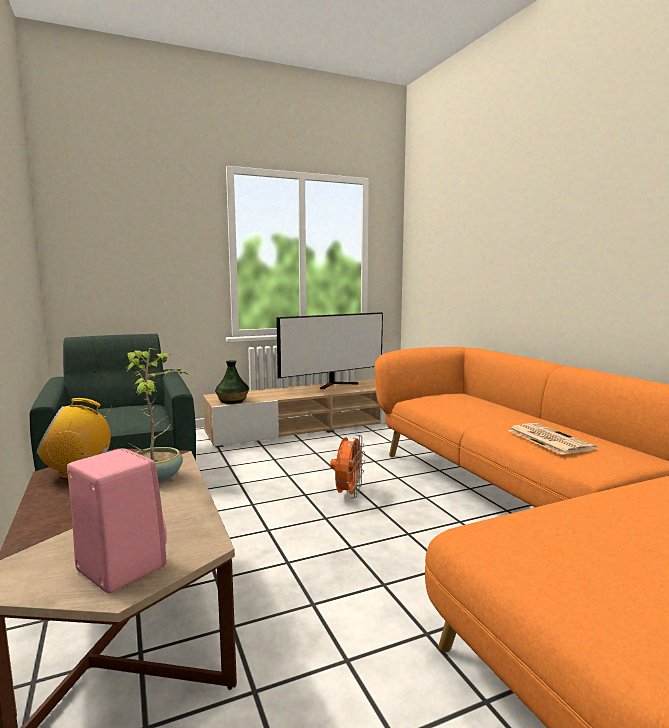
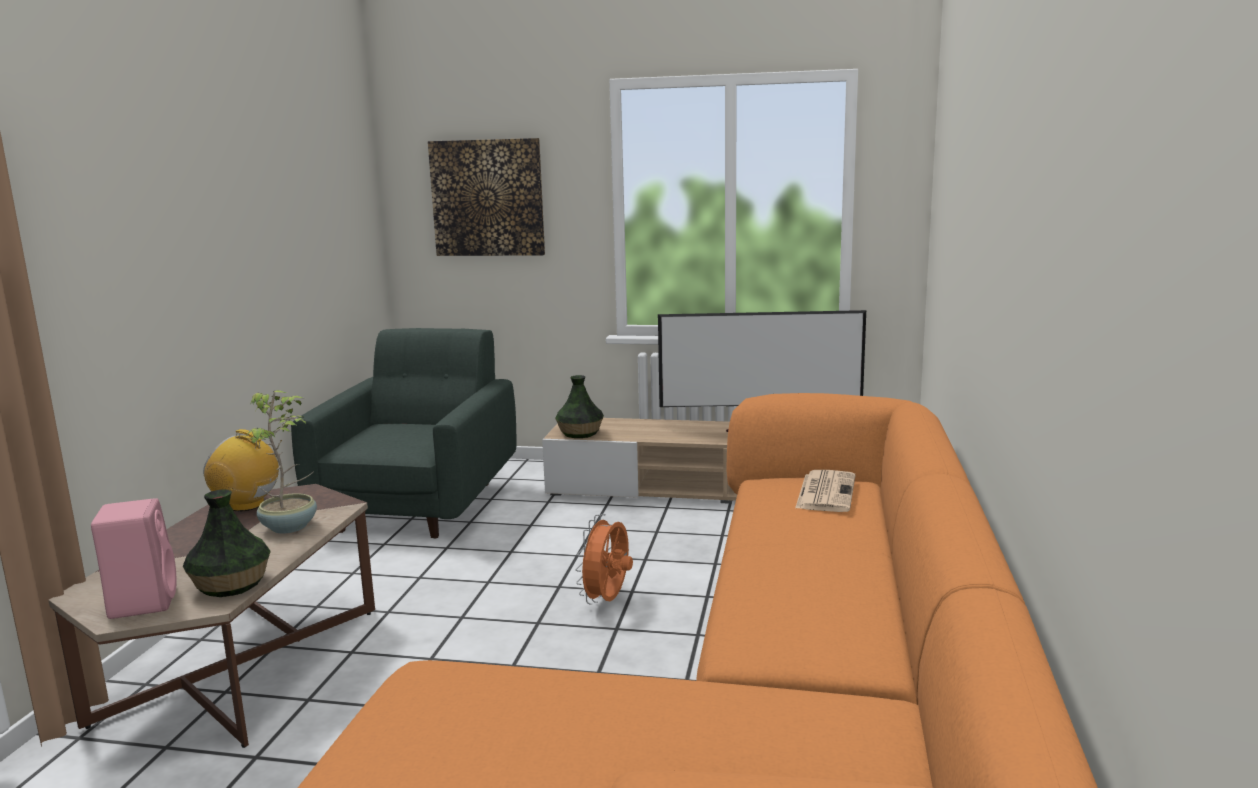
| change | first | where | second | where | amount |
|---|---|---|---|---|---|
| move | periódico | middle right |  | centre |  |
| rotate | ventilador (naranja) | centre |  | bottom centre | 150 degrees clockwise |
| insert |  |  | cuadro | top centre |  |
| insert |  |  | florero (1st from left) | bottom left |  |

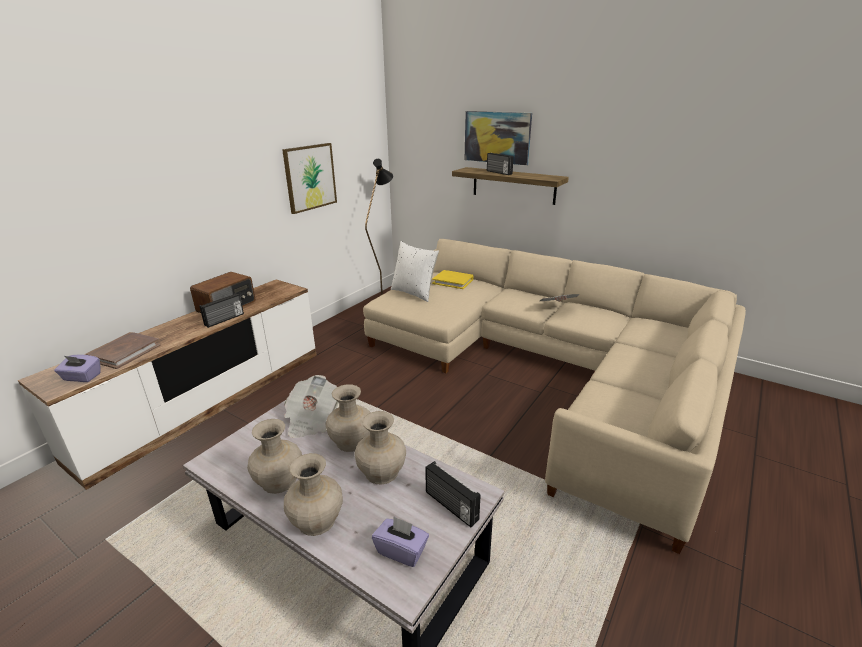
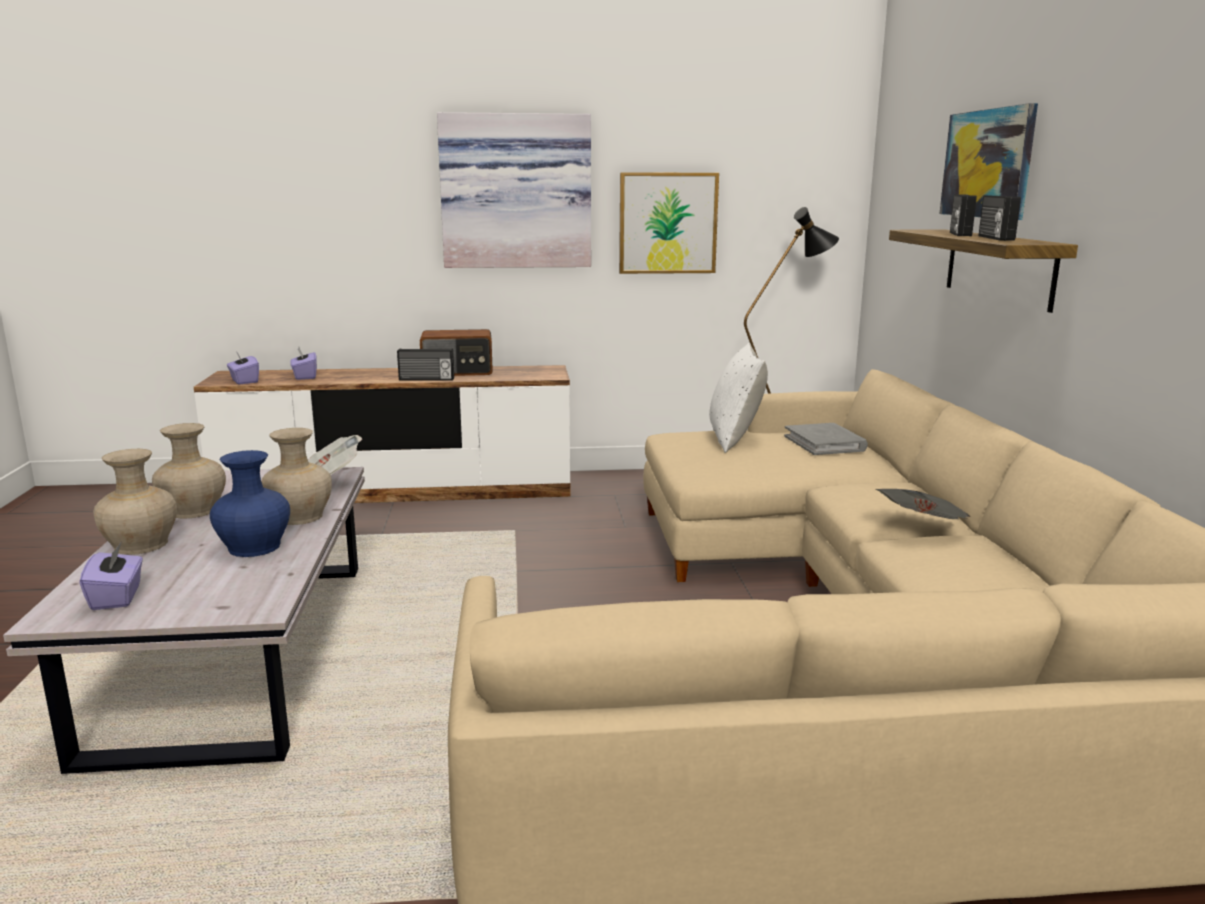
| change | first | where | second | where | amount |
|---|---|---|---|---|---|
| recolor | libro (amarillo) | centre | libro (gris) | middle right |  |
| replace | libro (marrón) | middle left | caja de pañuelos (morado) (3rd from left) | middle left |  |
| recolor | florero (beis) (4th from left) | bottom centre | florero (azul) | middle left |  |
| move | radio (3rd from left in the first image) | bottom centre | radio (4th from left) | top right |  |
| insert |  |  | cuadro (1st from left) | top centre |  |

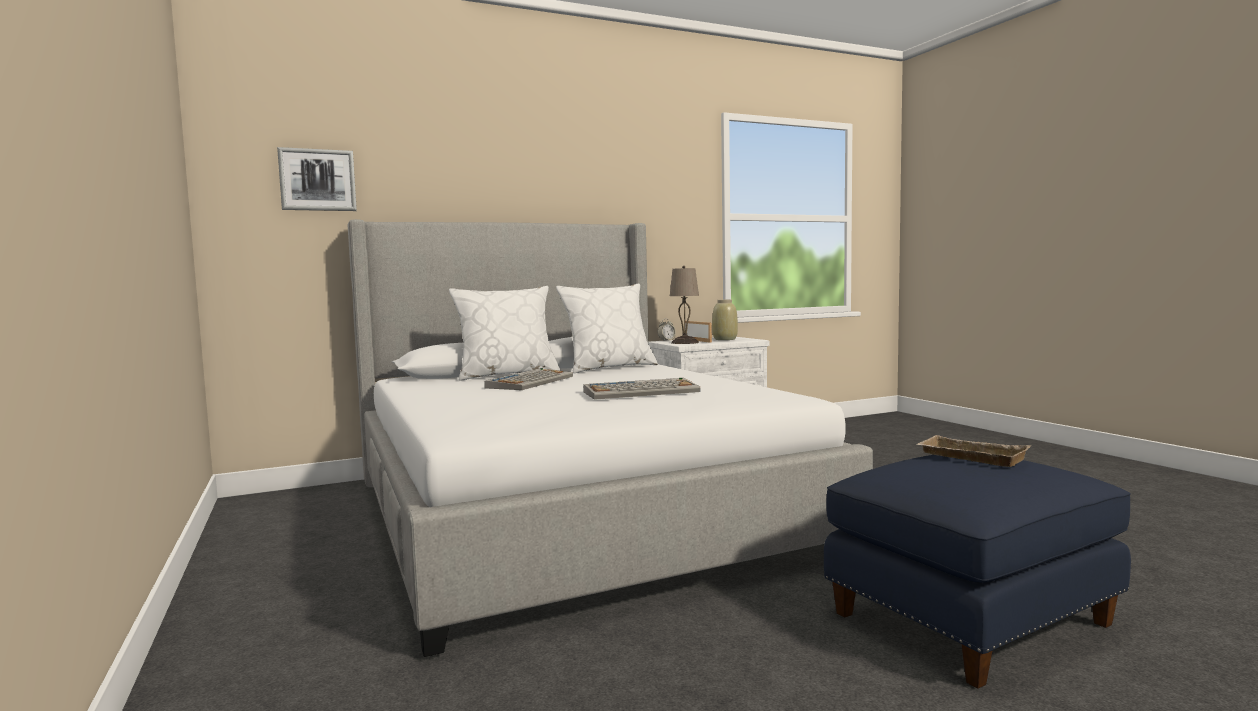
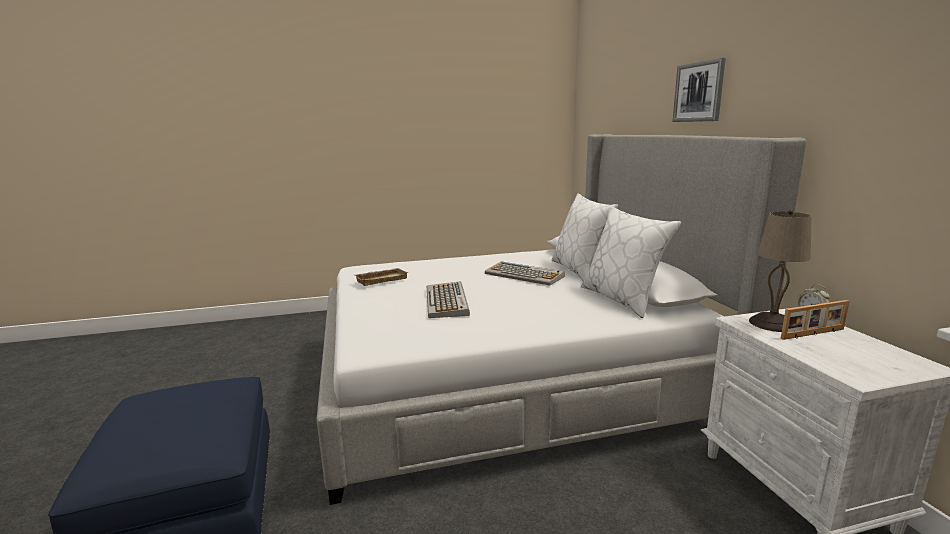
| change | first | where | second | where | amount |
|---|---|---|---|---|---|
| move | cuadro | top left |  | top right |  |
| delete | florero (beis) | centre |  |  |  |
| move | bandeja (beis) | middle right |  | centre |  |

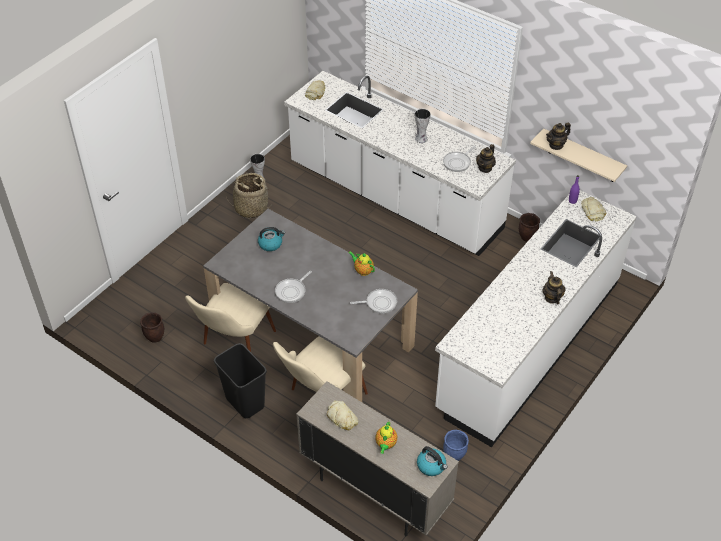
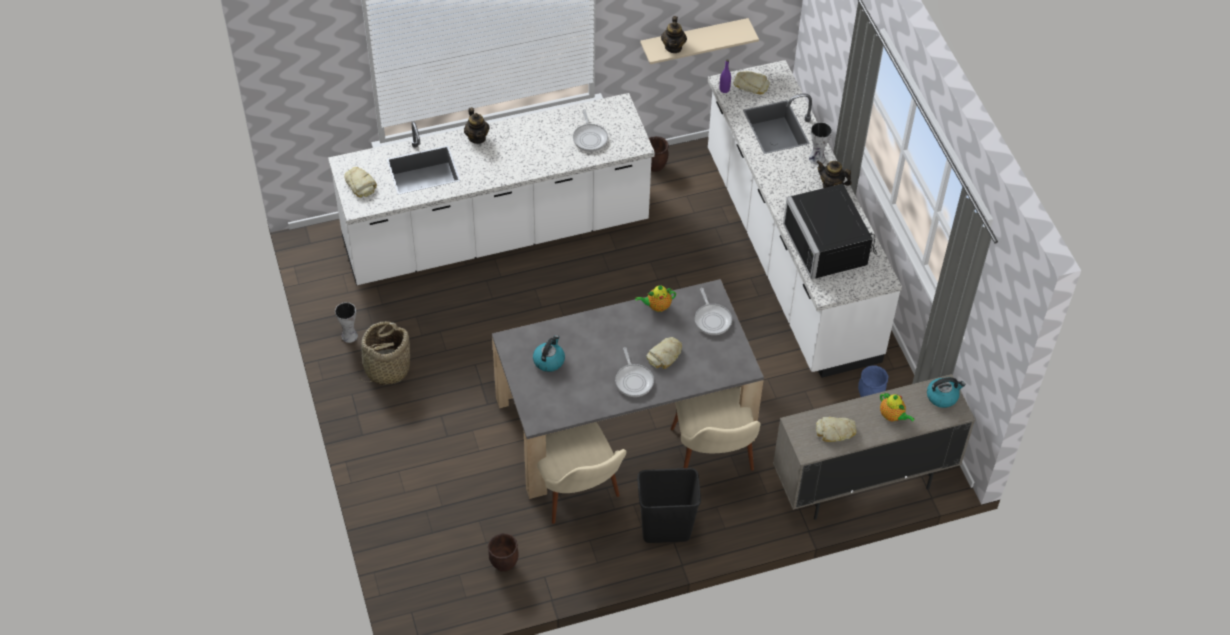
| change | first | where | second | where | amount |
|---|---|---|---|---|---|
| move | florero (2nd from left) | top centre |  | top right |  |
| move | tetera (3rd from left in the first image) | top right | tetera (1st from left) | top centre |  |
| rotate | sartén (2nd from left in the first image) | centre | sartén (3rd from left) | centre | 135 degrees clockwise |
| insert |  |  | microondas (negro) | middle right |  |
| insert |  |  | pan (2nd from left) | centre |  |

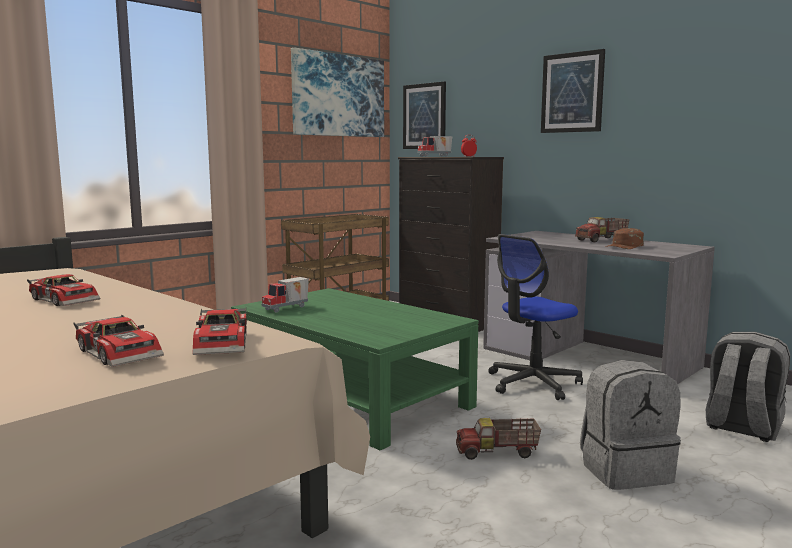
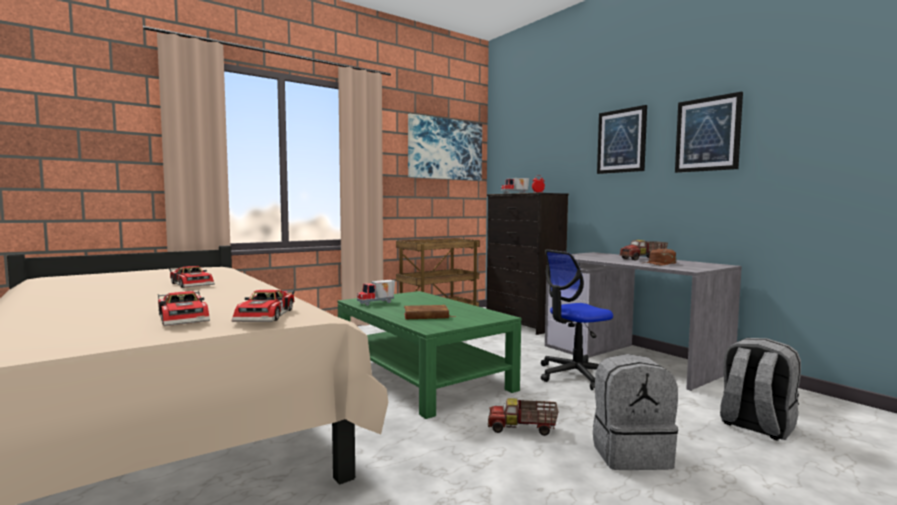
| change | first | where | second | where | amount |
|---|---|---|---|---|---|
| move | cuadro (2nd from left in the first image) | top centre | cuadro (3rd from left) | top right |  |
| insert |  |  | libro (marrón) | centre |  |

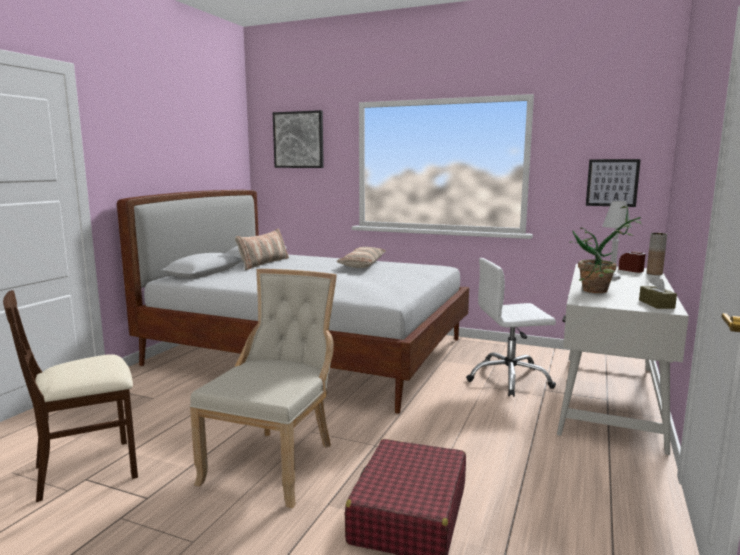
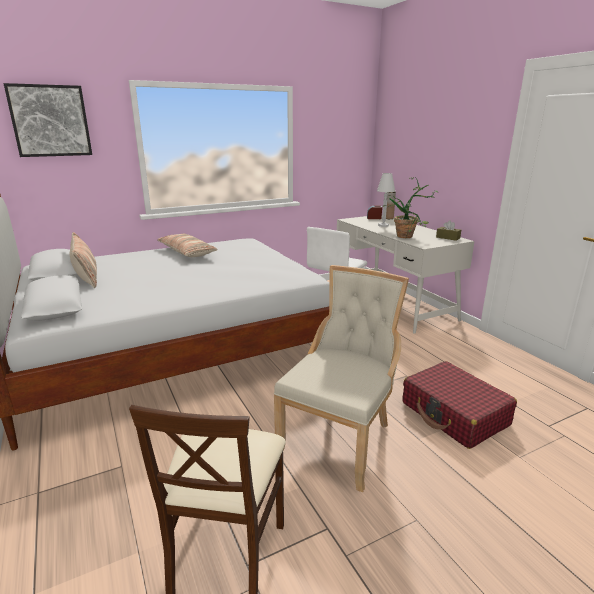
| change | first | where | second | where | amount |
|---|---|---|---|---|---|
| delete | cuadro (2nd from left) | top right |  |  |  |
| rotate | silla (beis) (2nd from left) | bottom centre |  | centre | 60 degrees clockwise |

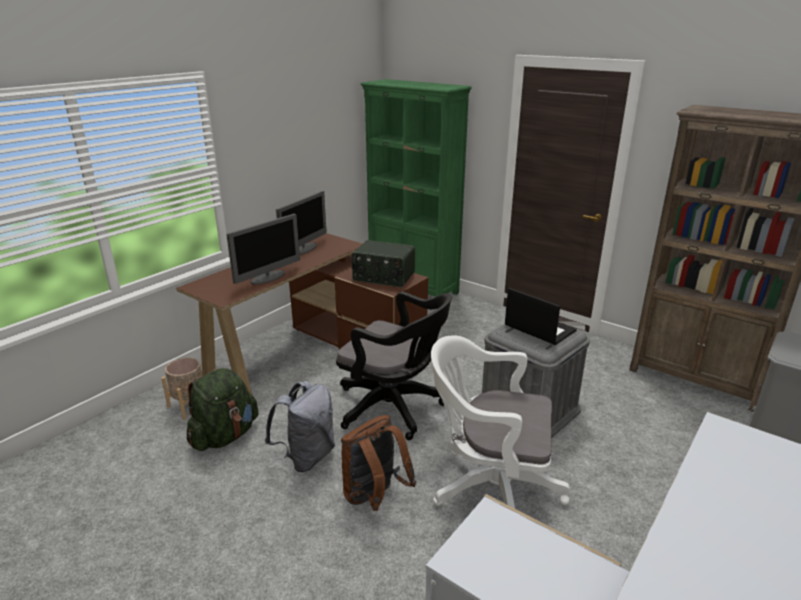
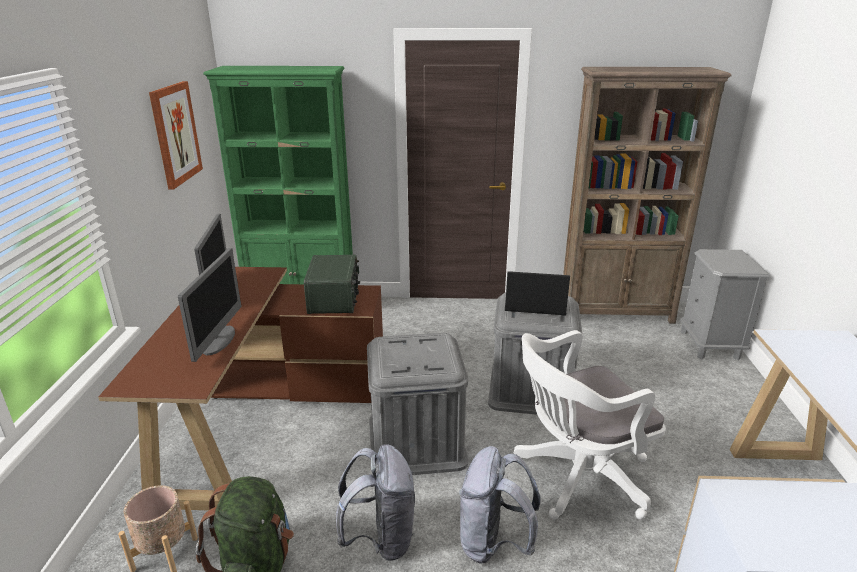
| change | first | where | second | where | amount |
|---|---|---|---|---|---|
| rotate | radio | centre |  | centre | 75 degrees counterclockwise |
| replace | silla de oficina (negro) | centre | caja de almacenaje (gris) (1st from left) | bottom centre |  |
| recolor | mochila (marrón) | bottom centre | mochila (gris) (2nd from left) | bottom centre |  |
| insert |  |  | cuadro | top left |  |

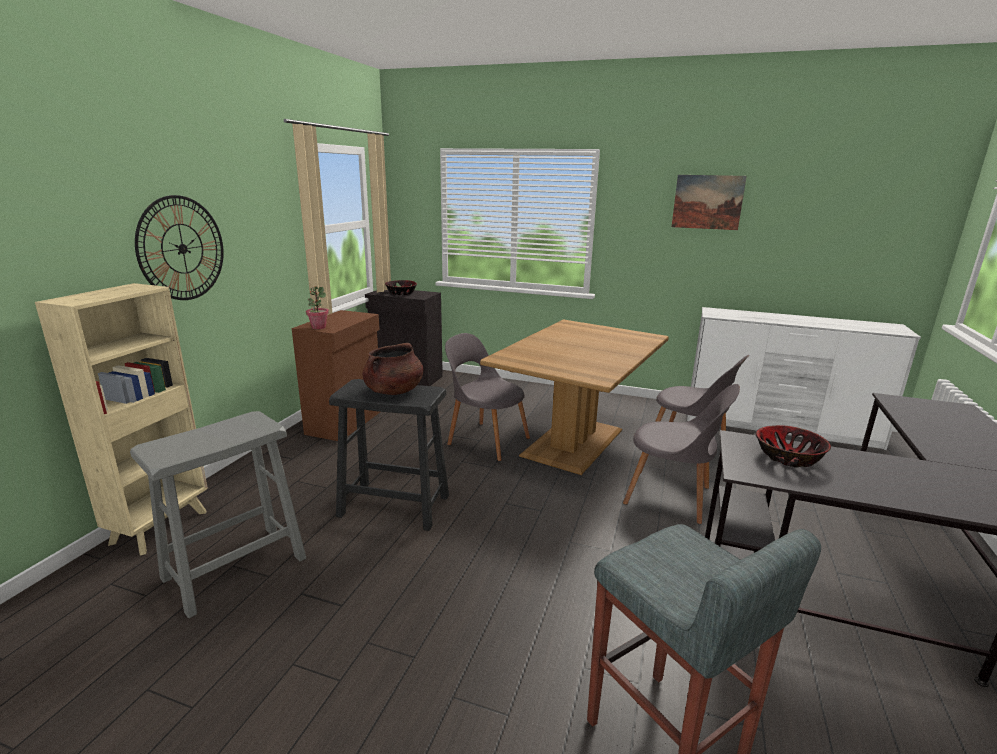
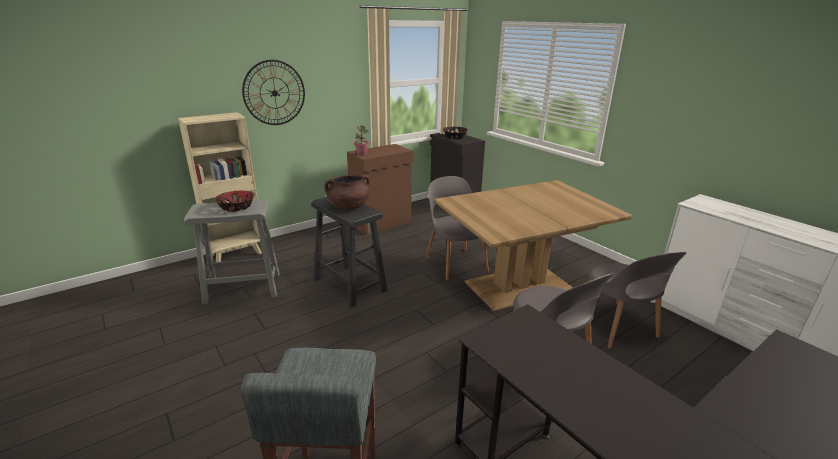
| change | first | where | second | where | amount |
|---|---|---|---|---|---|
| delete | cuadro | top right |  |  |  |
| move | cuenco (2nd from left in the first image) | middle right | cuenco (1st from left) | middle left |  |

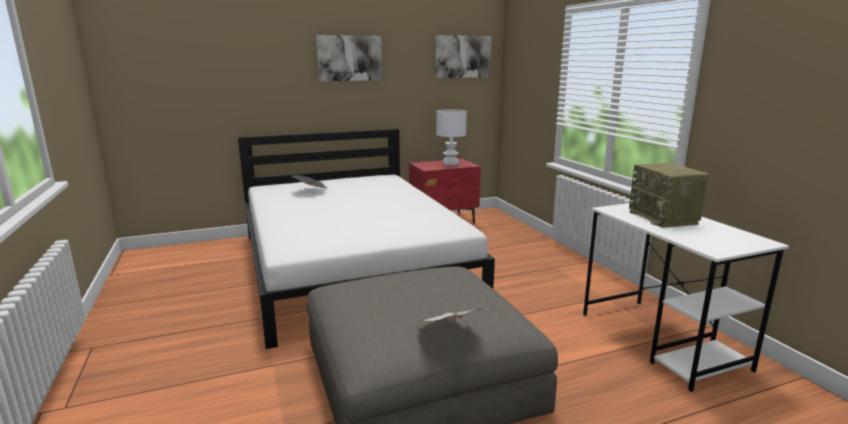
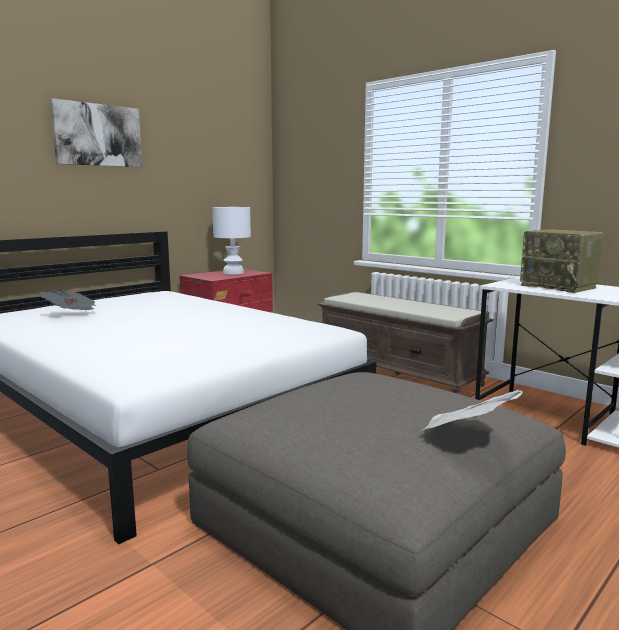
| change | first | where | second | where | amount |
|---|---|---|---|---|---|
| delete | cuadro (2nd from left) | top centre |  |  |  |
| insert |  |  | banco (marrón) | centre |  |

